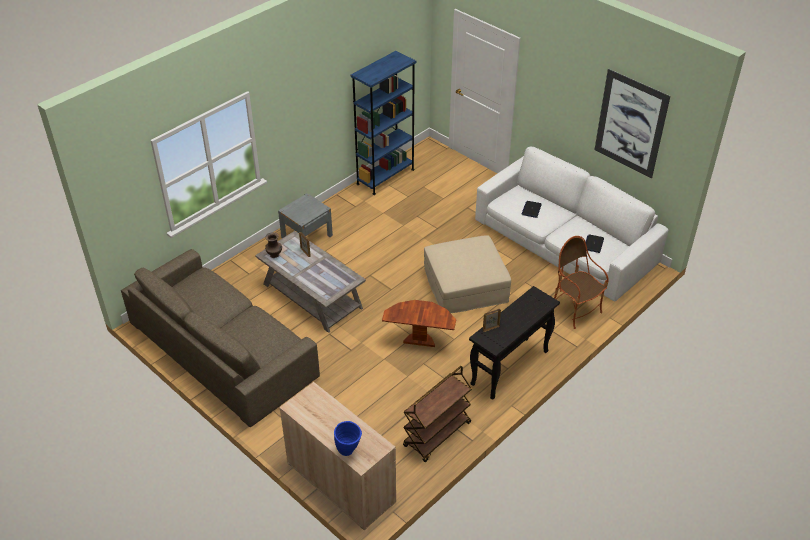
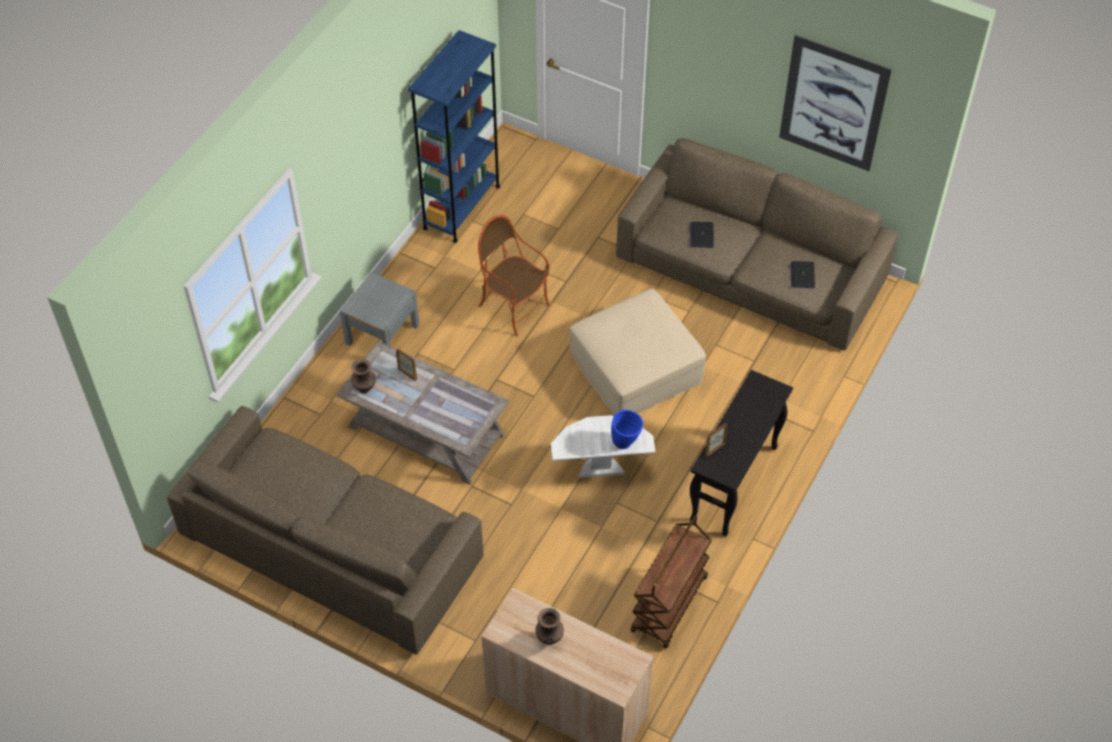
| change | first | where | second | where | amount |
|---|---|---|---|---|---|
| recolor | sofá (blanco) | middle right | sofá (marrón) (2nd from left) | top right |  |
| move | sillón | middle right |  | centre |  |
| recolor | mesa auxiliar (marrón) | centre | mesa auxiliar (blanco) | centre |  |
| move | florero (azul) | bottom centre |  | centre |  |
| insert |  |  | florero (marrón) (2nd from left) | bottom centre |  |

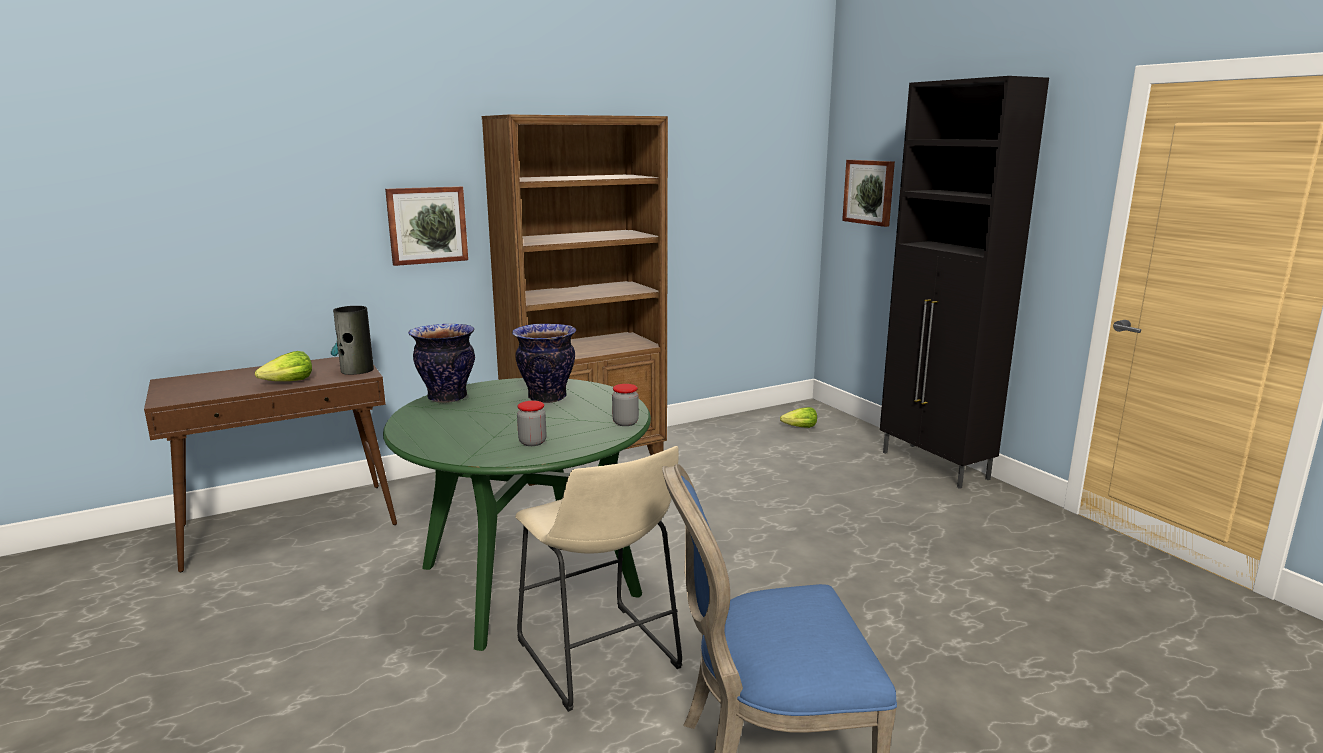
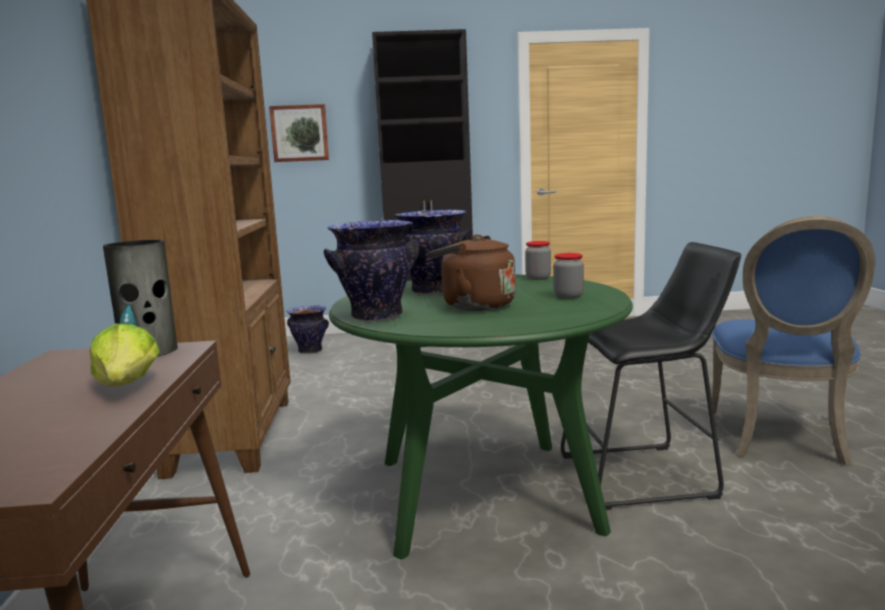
| change | first | where | second | where | amount |
|---|---|---|---|---|---|
| delete | cuadro (1st from left) | top left |  |  |  |
| replace | lechuga (2nd from left) | centre | florero (2nd from left) | centre |  |
| recolor | taburete (beis) | bottom centre | taburete (negro) | middle right |  |
| insert |  |  | hervidor (marrón) | centre |  |

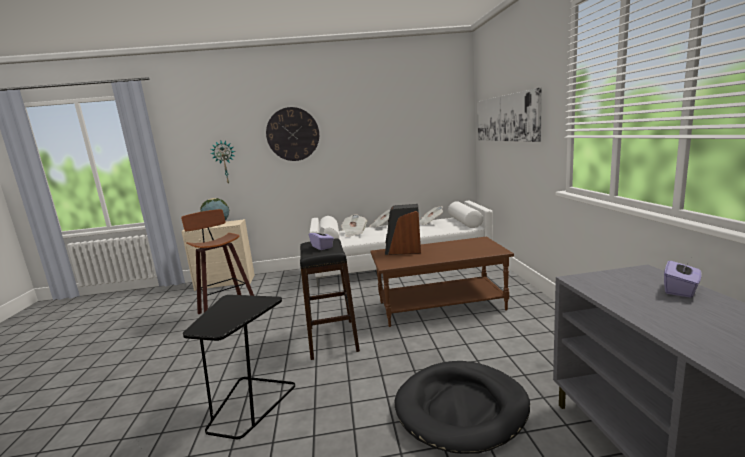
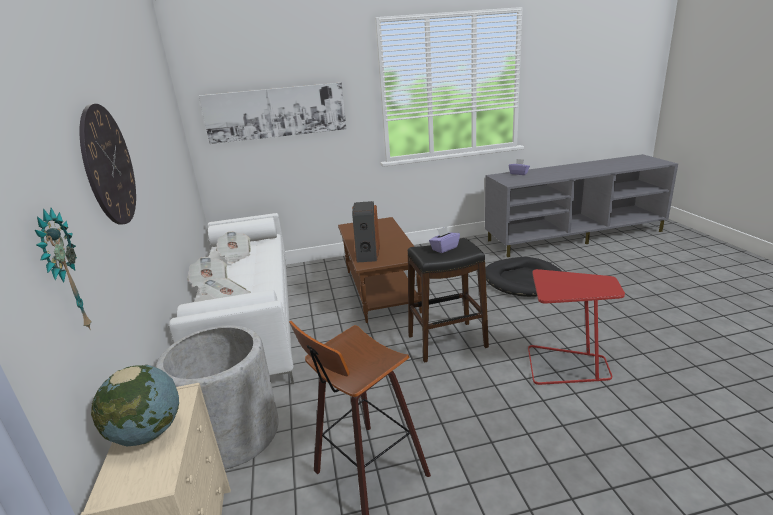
| change | first | where | second | where | amount |
|---|---|---|---|---|---|
| recolor | mesa auxiliar (negro) | bottom left | mesa auxiliar (rojo) | middle right |  |
| insert |  |  | maceta (gris) | bottom left |  |

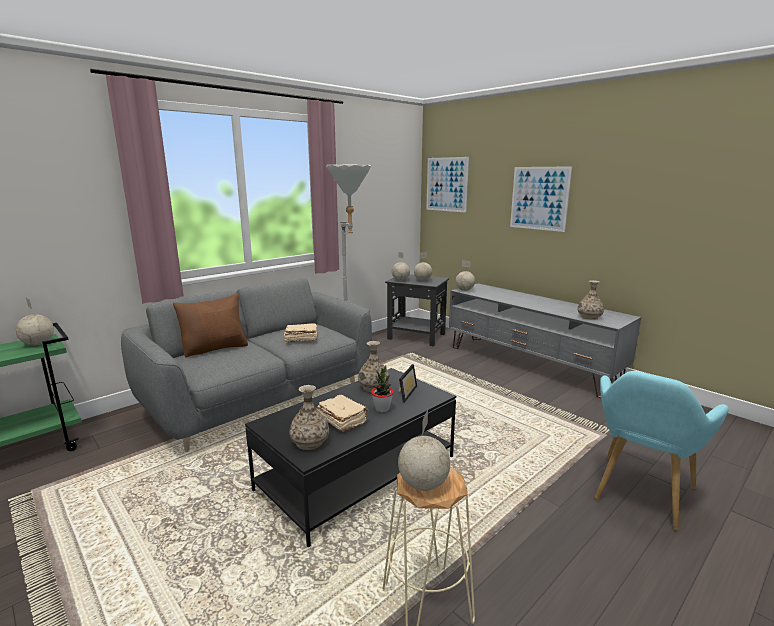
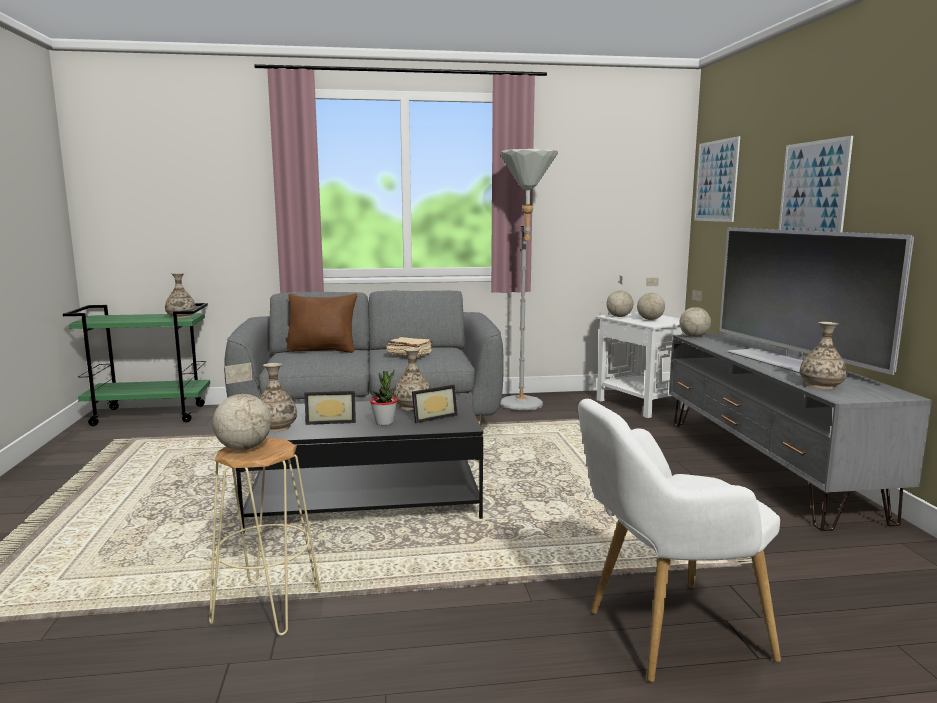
| change | first | where | second | where | amount |
|---|---|---|---|---|---|
| recolor | mesa auxiliar (negro) | centre | mesa auxiliar (blanco) | middle right |  |
| replace | globo terráqueo (1st from left) | middle left | florero (1st from left) | middle left |  |
| recolor | sillón (turquesa) | bottom right | sillón (blanco) | bottom right |  |
| replace | libro (beis) (2nd from left) | centre | portarretratos (1st from left) | centre |  |
| insert |  |  | televisor | middle right |  |

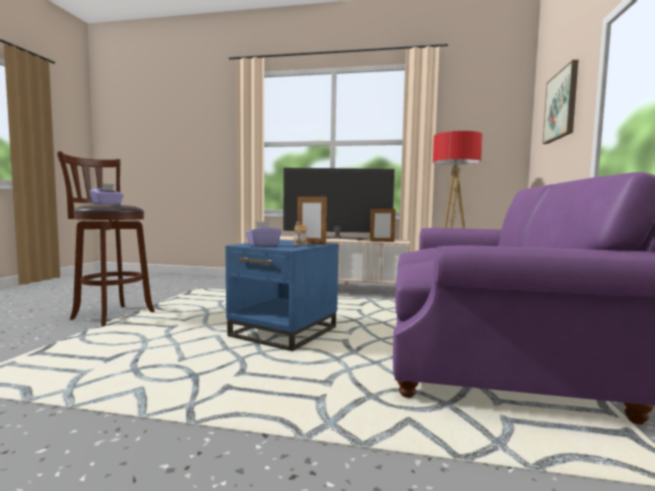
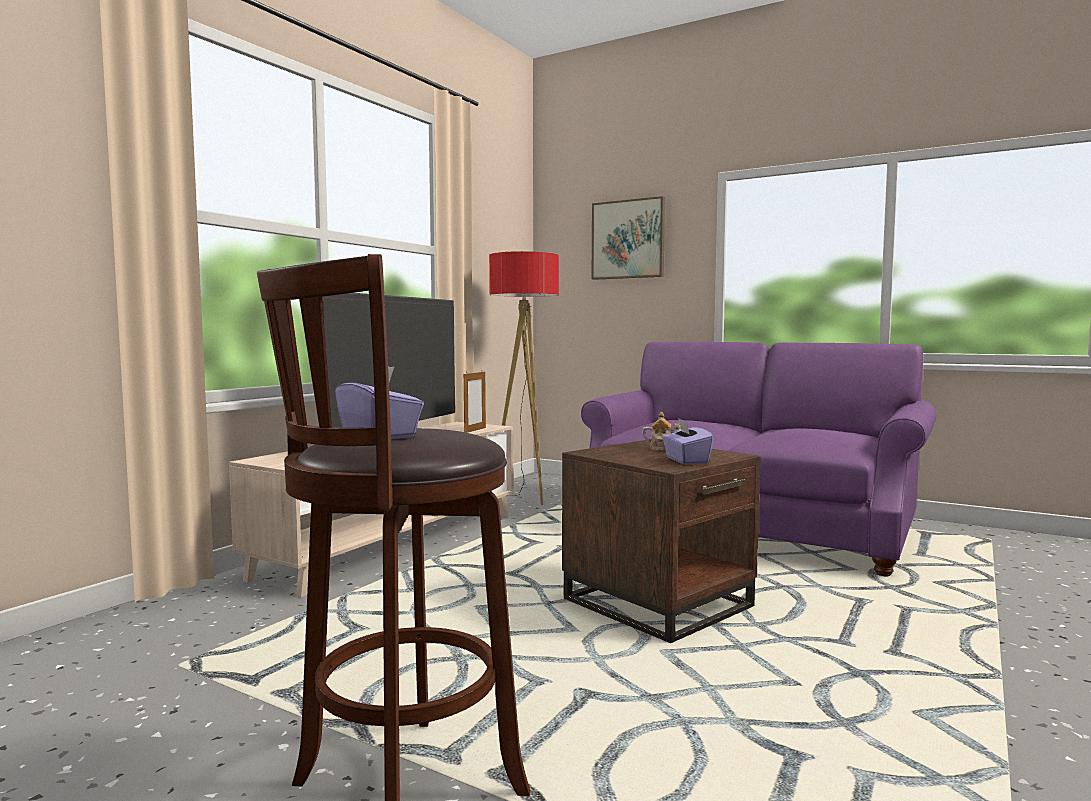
| change | first | where | second | where | amount |
|---|---|---|---|---|---|
| delete | portarretratos (1st from left) | centre |  |  |  |
| recolor | mesa auxiliar (azul) | centre | mesa auxiliar (marrón) | bottom centre |  |

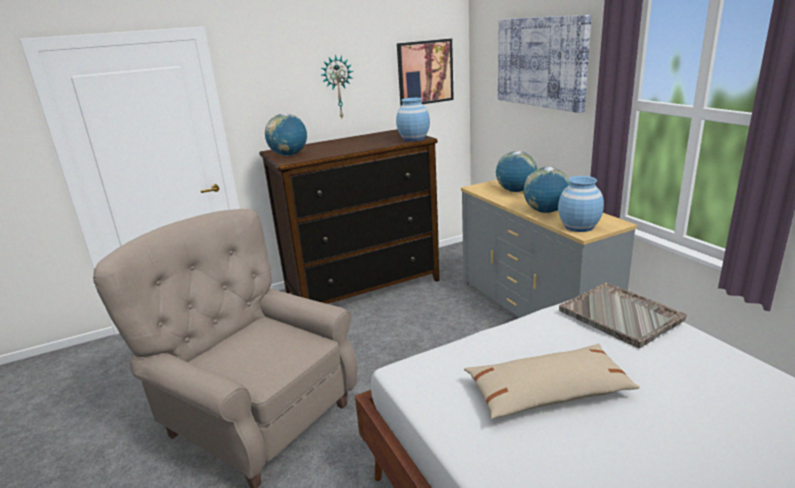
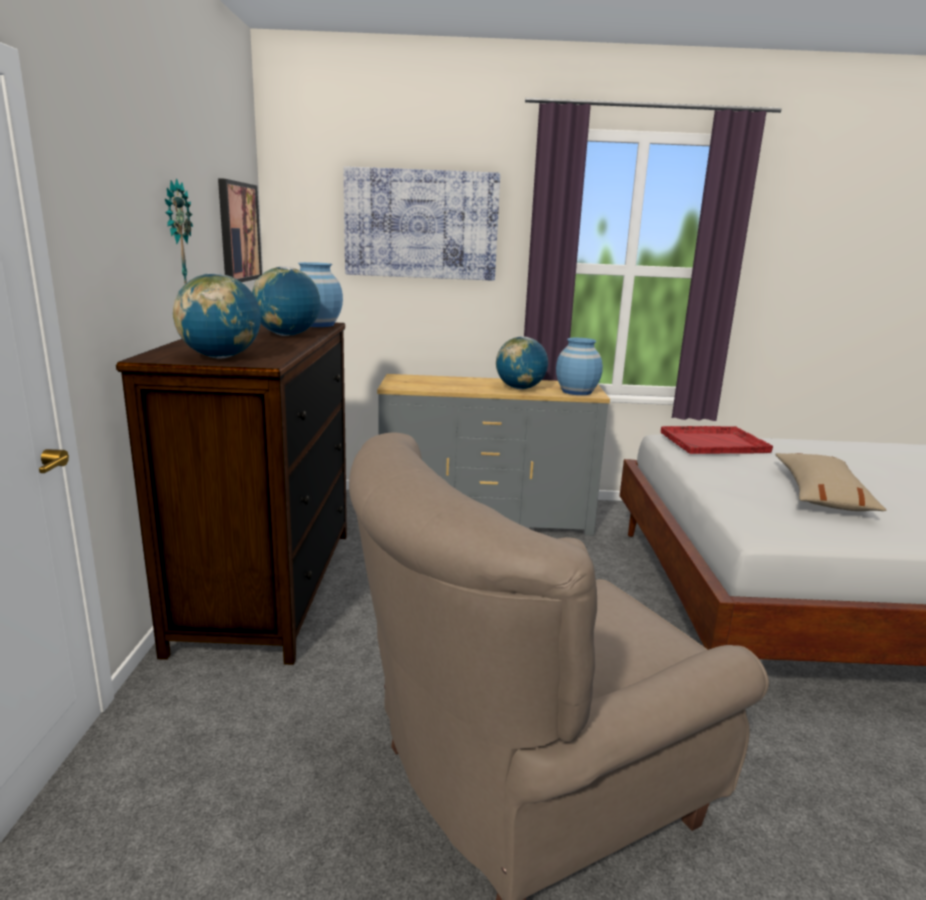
| change | first | where | second | where | amount |
|---|---|---|---|---|---|
| move | globo terráqueo (2nd from left) | centre |  | middle left |  |
| recolor | bandeja (gris) | middle right | bandeja (rojo) | middle right |  |

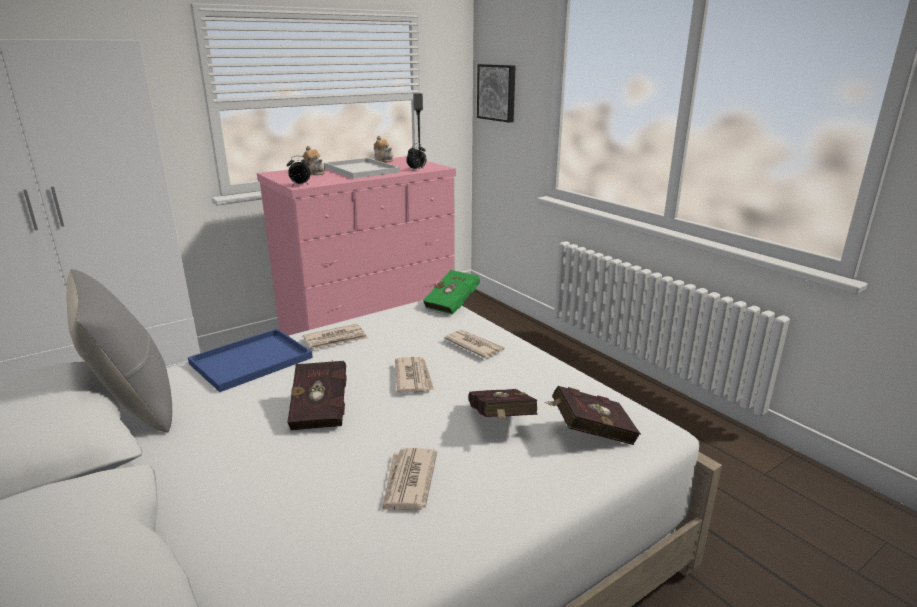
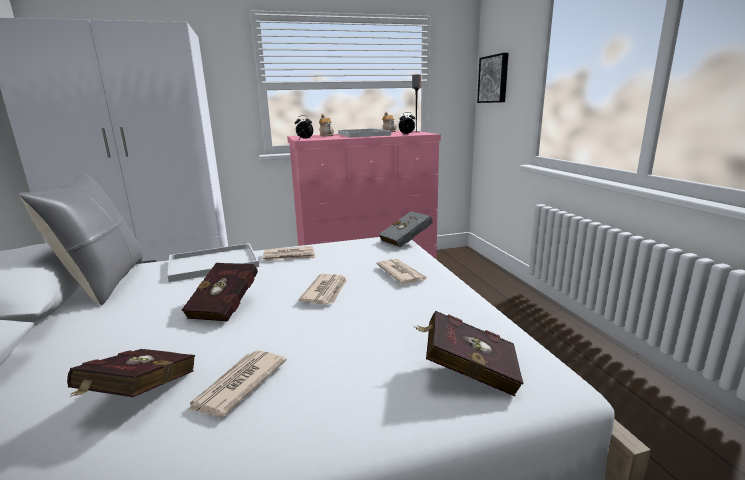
| change | first | where | second | where | amount |
|---|---|---|---|---|---|
| recolor | libro (verde) | centre | libro (gris) | centre |  |
| recolor | bandeja (azul) | middle left | bandeja (blanco) (1st from left) | middle left |  |
| move | libro (rojo) (2nd from left in the first image) | centre | libro (rojo) (1st from left) | bottom left |  |

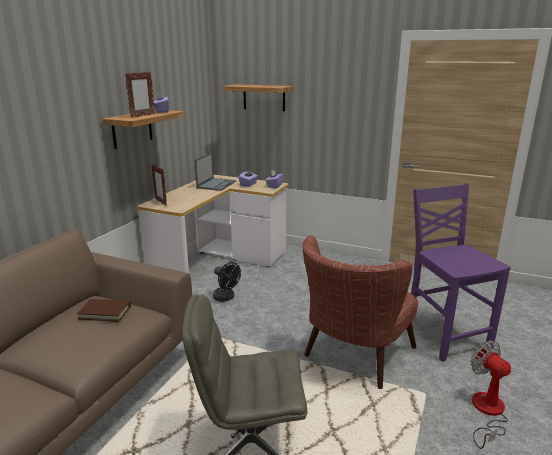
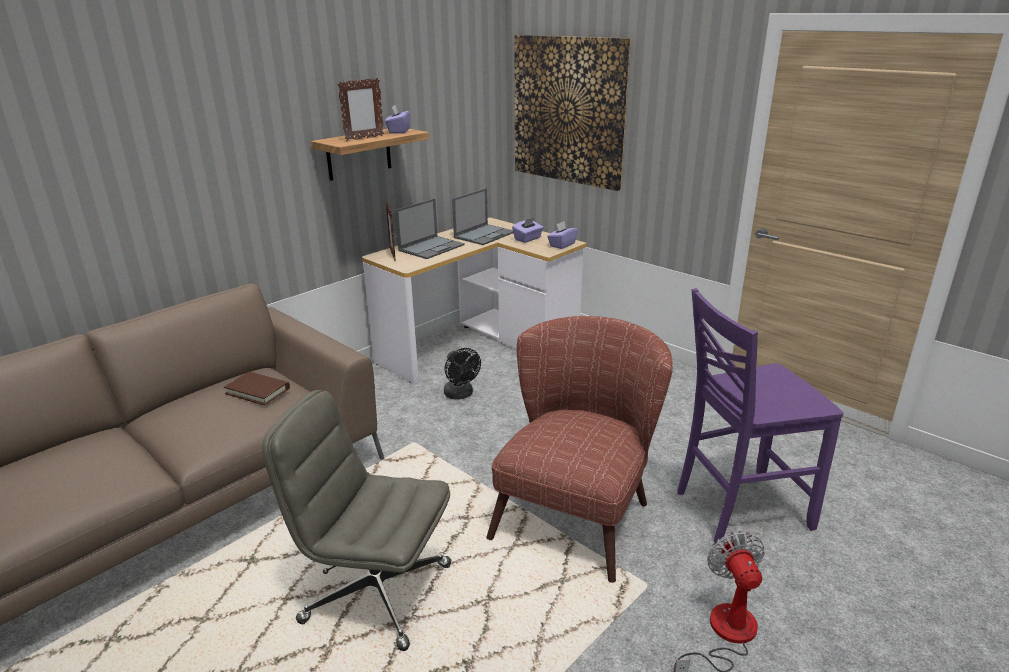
| change | first | where | second | where | amount |
|---|---|---|---|---|---|
| replace | estante (2nd from left) | top centre | cuadro | top centre |  |
| rotate | silla (morado) | middle right |  | middle right | 105 degrees counterclockwise |
| rotate | sillón (marrón) | bottom centre |  | bottom centre | 150 degrees clockwise |
| insert |  |  | portátil (1st from left) | centre |  |

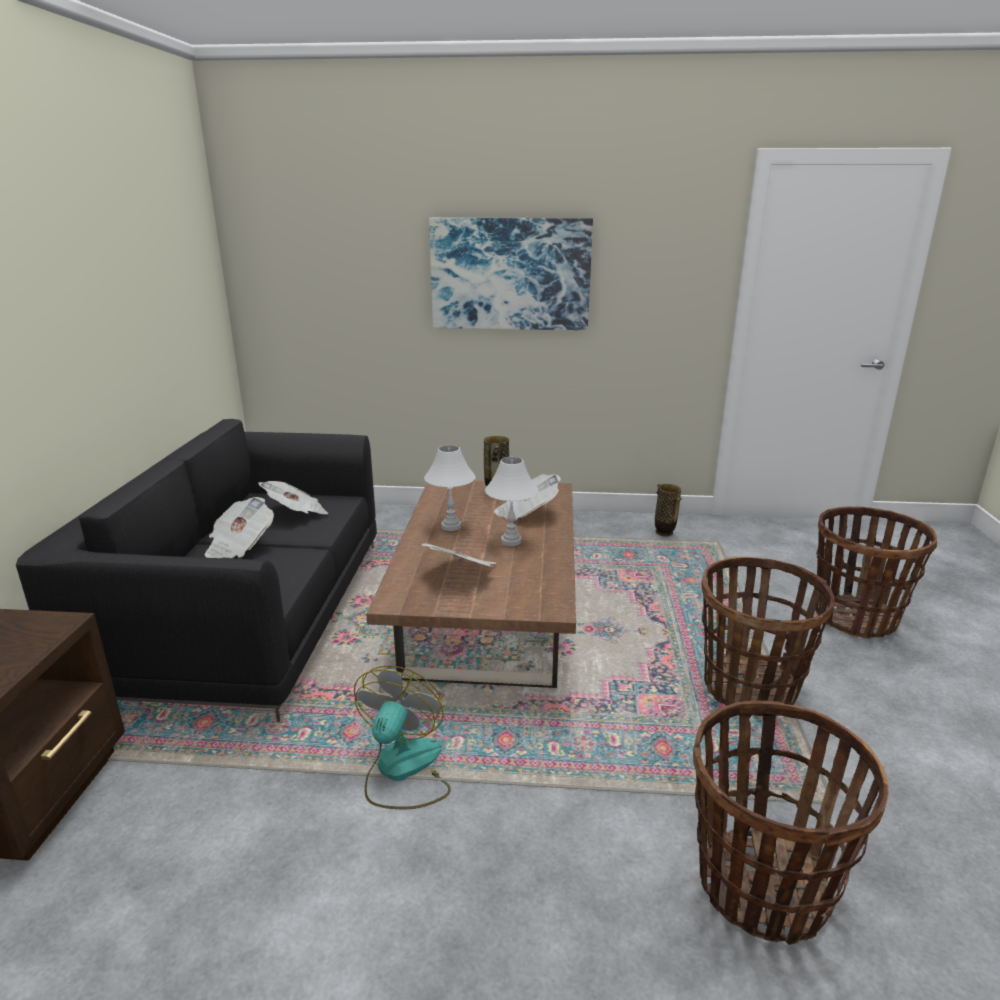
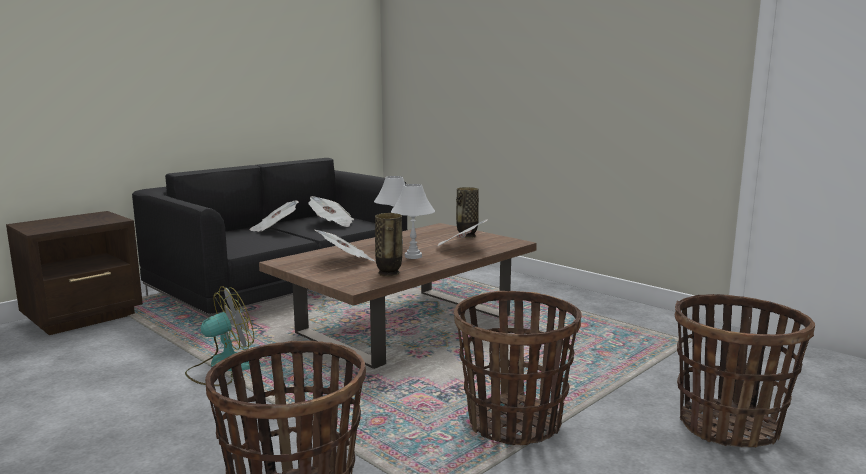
| change | first | where | second | where | amount |
|---|---|---|---|---|---|
| delete | cuadro | top centre |  |  |  |
| move | florero (2nd from left in the first image) | middle right | florero (1st from left) | centre |  |

